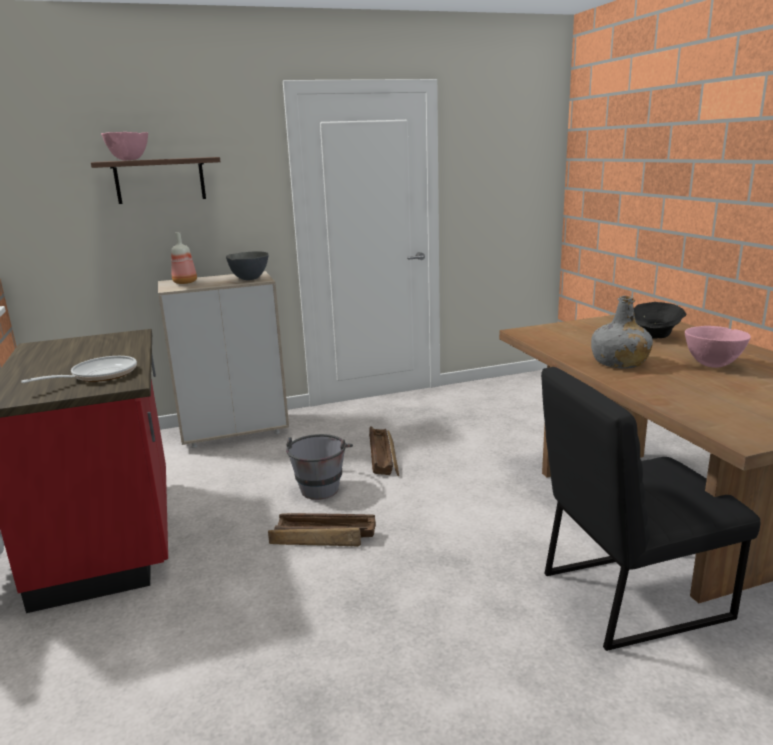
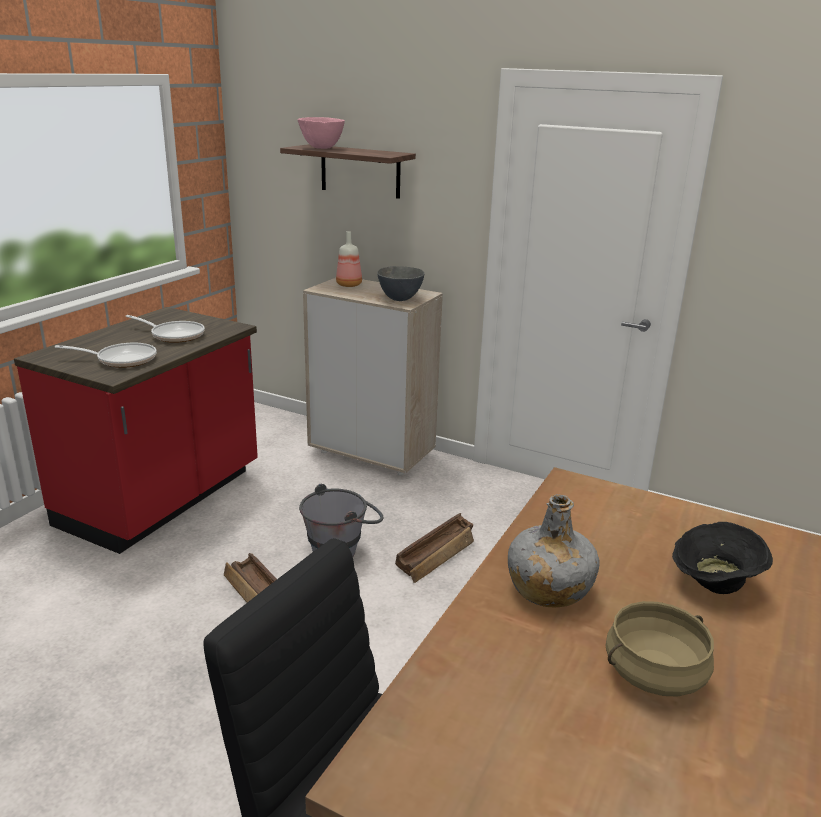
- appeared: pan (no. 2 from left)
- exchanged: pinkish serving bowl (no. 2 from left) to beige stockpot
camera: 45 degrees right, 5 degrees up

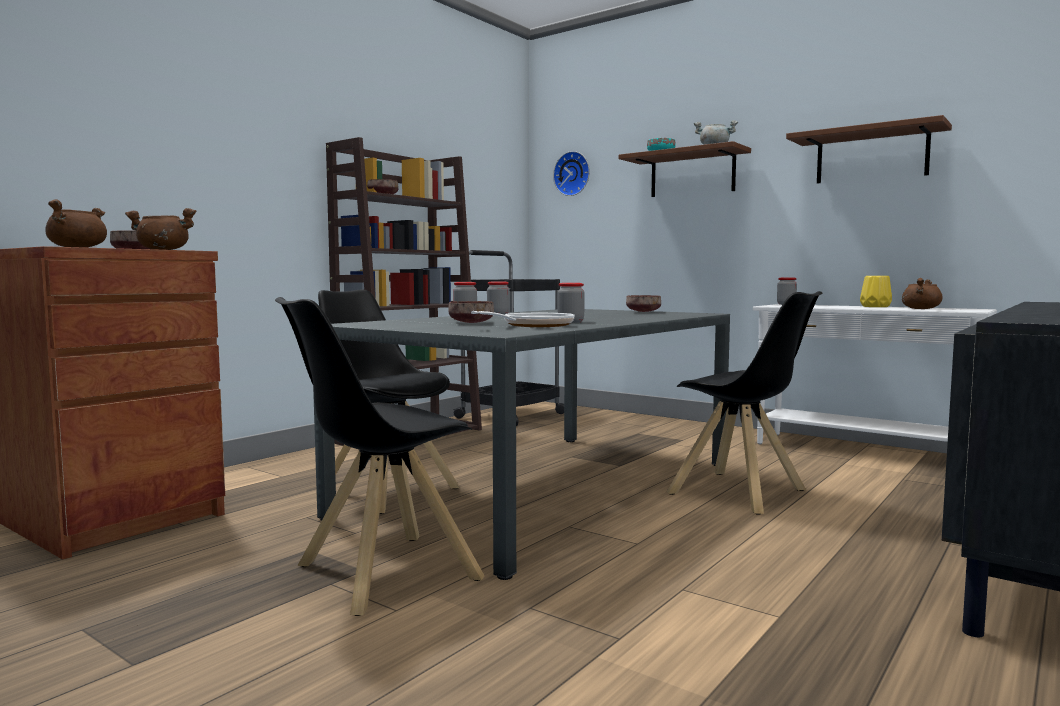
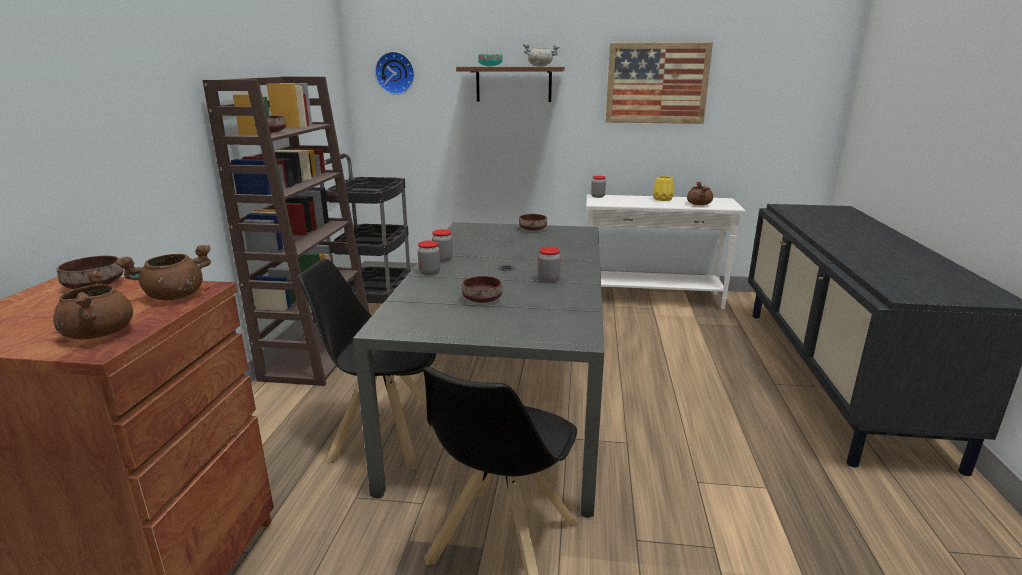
- exchanged: brown wall shelf (no. 2 from left) to picture
- missing: pan
- missing: black-coloured plain chair (no. 3 from left)
camera: 30 degrees left, 15 degrees up

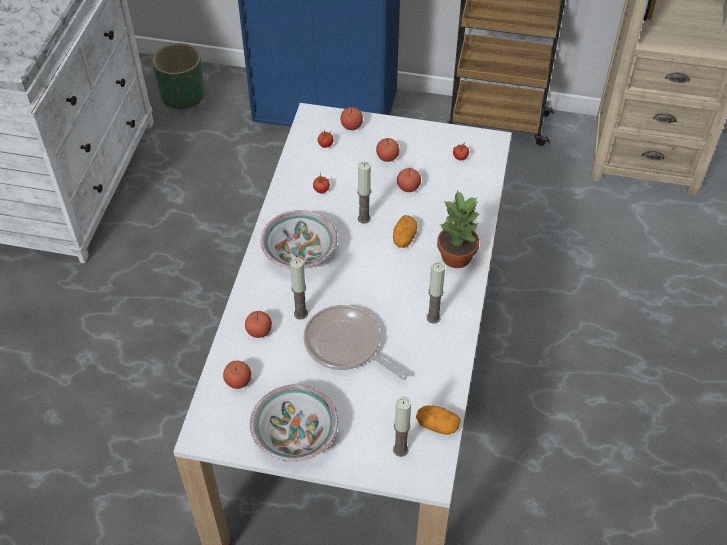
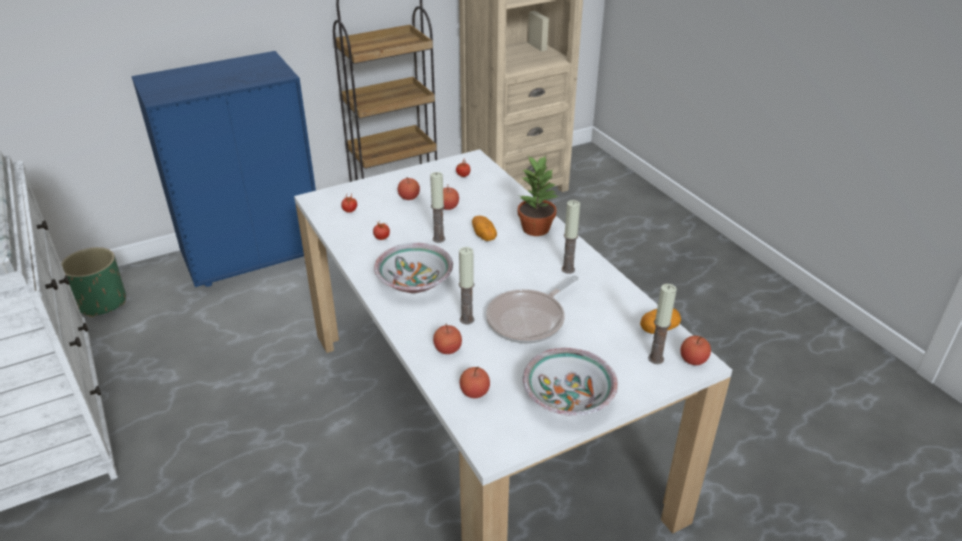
- spun: pan 45 degrees counterclockwise
- relocated: whole apple (no. 3 from left in the first image) to whole apple (no. 5 from left)
camera: 40 degrees left, 15 degrees down

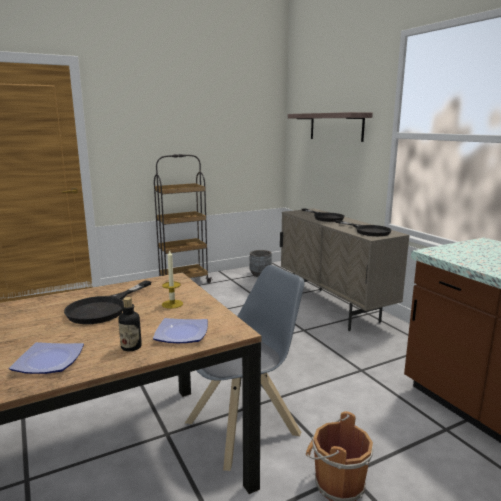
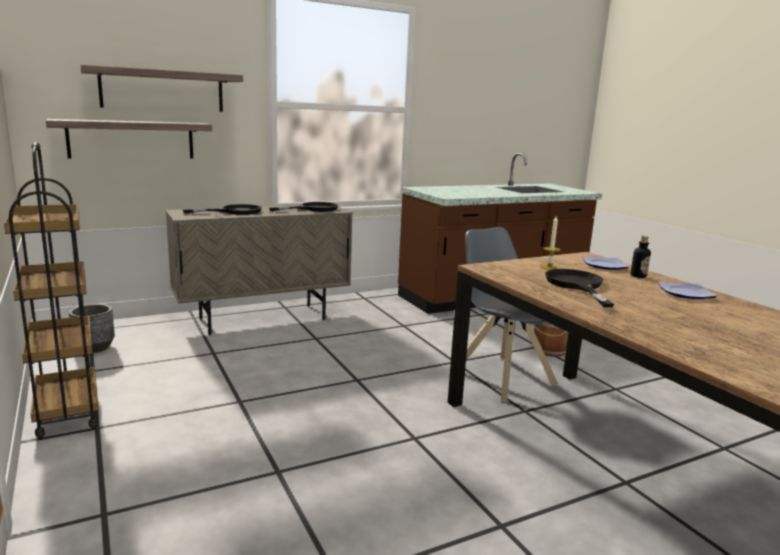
- appeared: wall shelf (no. 1 from left)
- spun: black-coloured pan (no. 1 from left in the first image) 120 degrees counterclockwise
camera: 90 degrees left, 0 degrees up

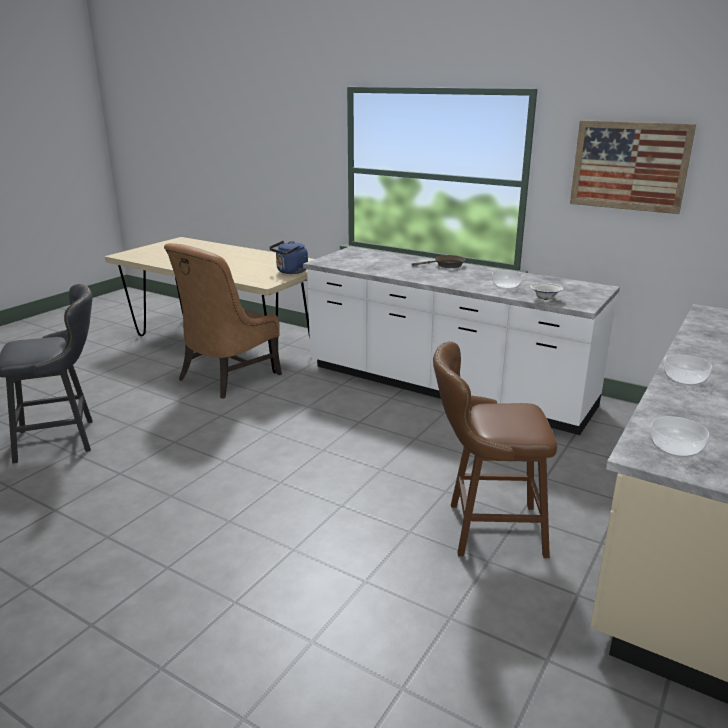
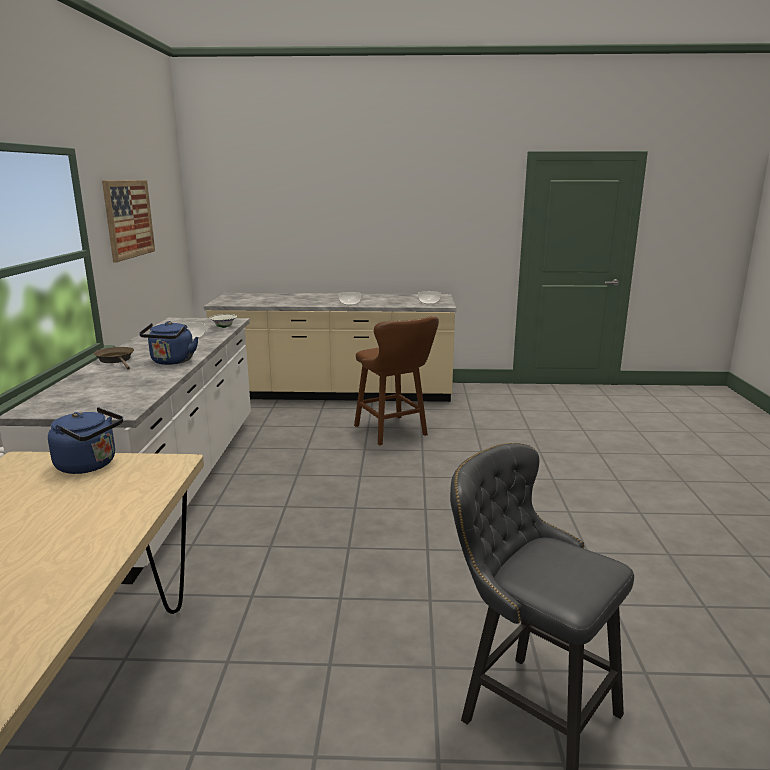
- appeared: blue water kettle (no. 2 from left)
- missing: brown plain chair
camera: 120 degrees left, 5 degrees down

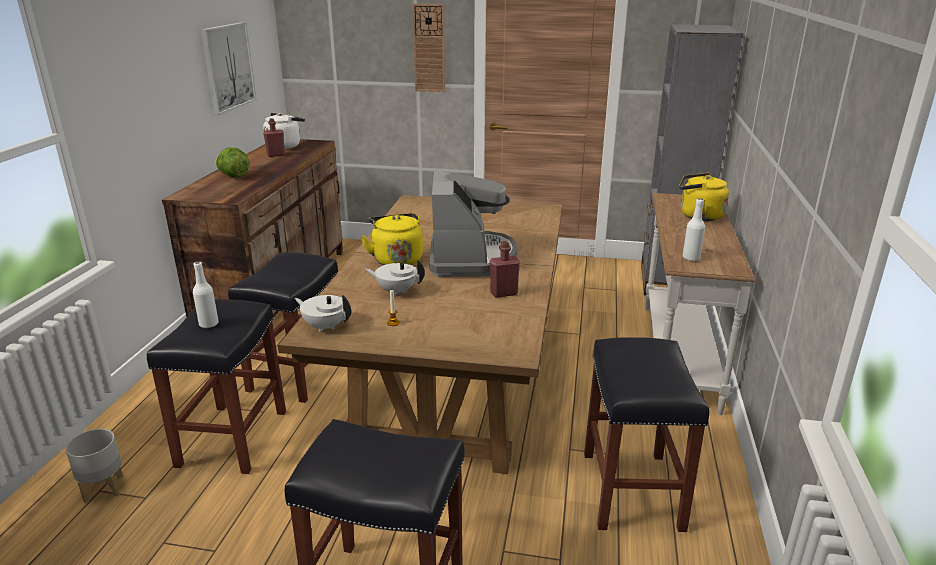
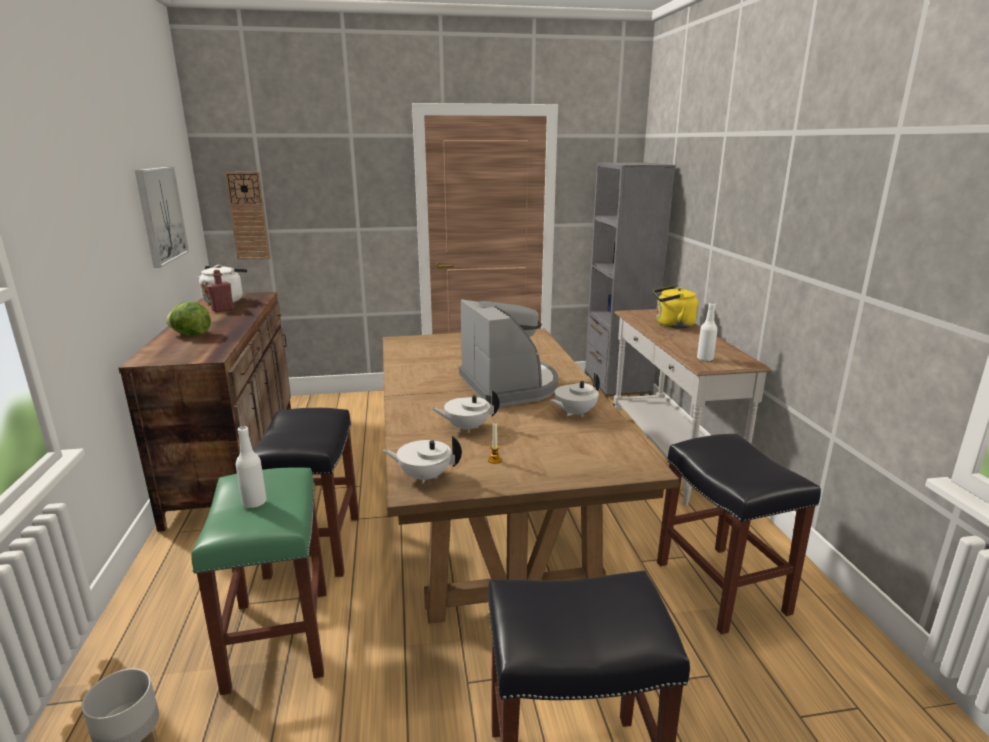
- colour: black-coloured stool (no. 1 from left) to green stool
- relocated: hanging clock
- exchanged: reddish drink bottle (no. 2 from left) to white-coloured teapot (no. 3 from left)
- missing: yellowish water kettle (no. 1 from left)
camera: 20 degrees left, 5 degrees down

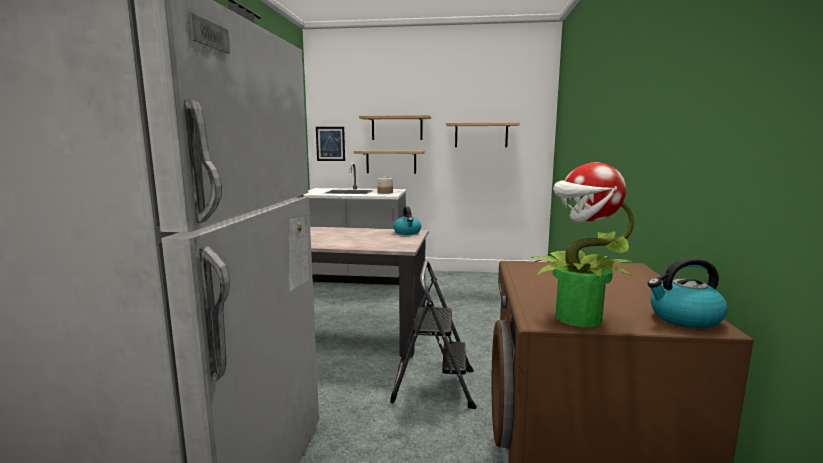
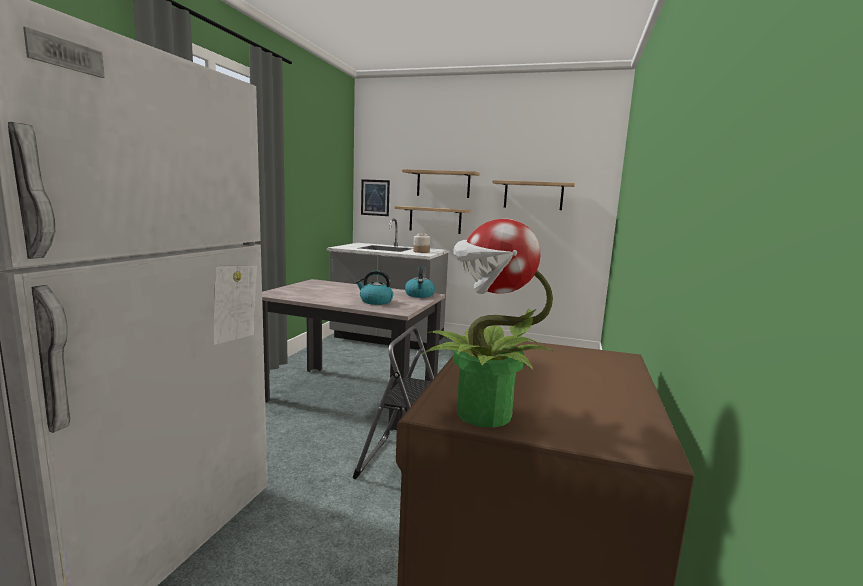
- relocated: water kettle (no. 2 from left in the first image) to water kettle (no. 1 from left)
camera: 10 degrees right, 0 degrees up

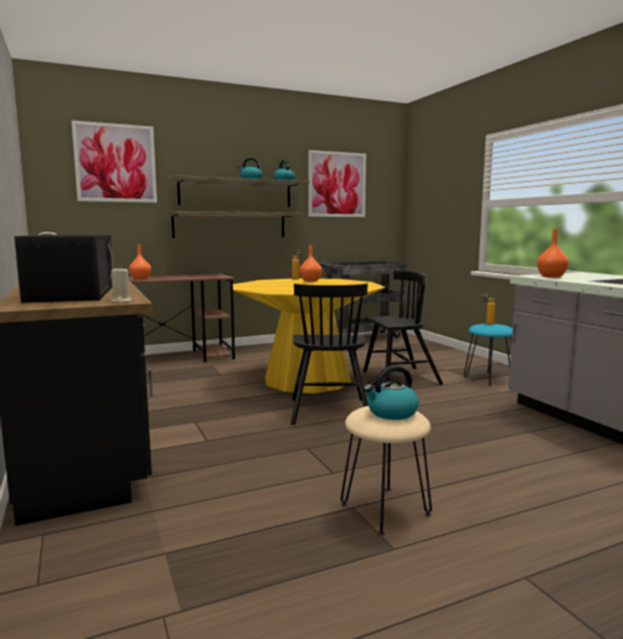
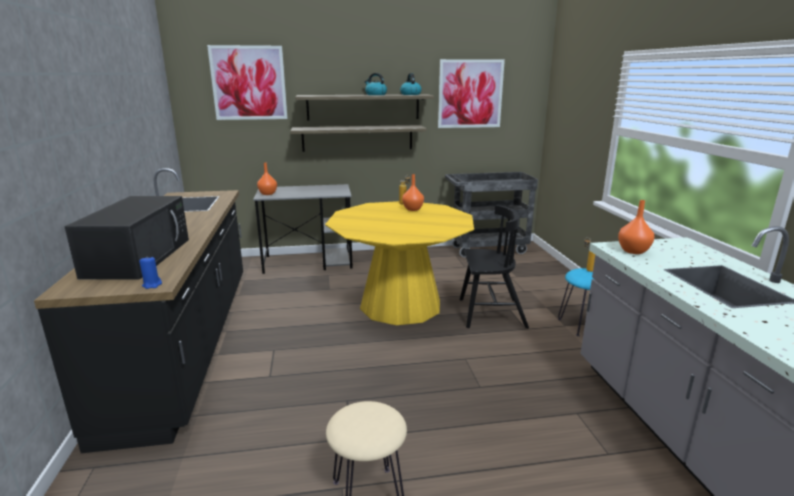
- colour: beige wax candle to blue wax candle
- colour: brown desk unit to greyish desk unit
- missing: black-coloured plain chair (no. 1 from left)
- missing: water kettle (no. 3 from left)
camera: 15 degrees right, 10 degrees up

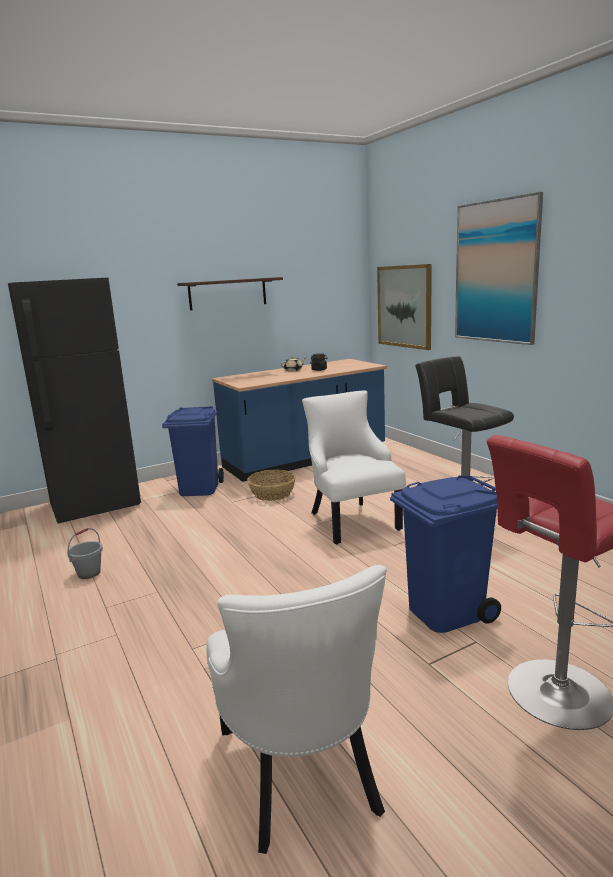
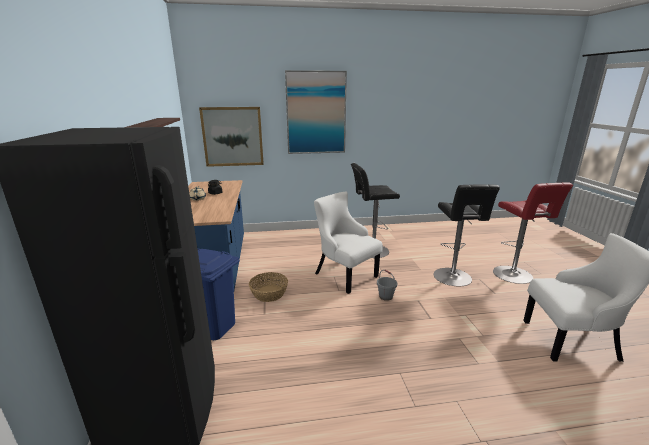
- spun: white-coloured plain chair (no. 2 from left in the first image) 45 degrees clockwise
- relocated: greyish pail
- exchanged: blue rubbish bin (no. 2 from left) to black-coloured stool (no. 2 from left)
camera: 70 degrees left, 5 degrees up

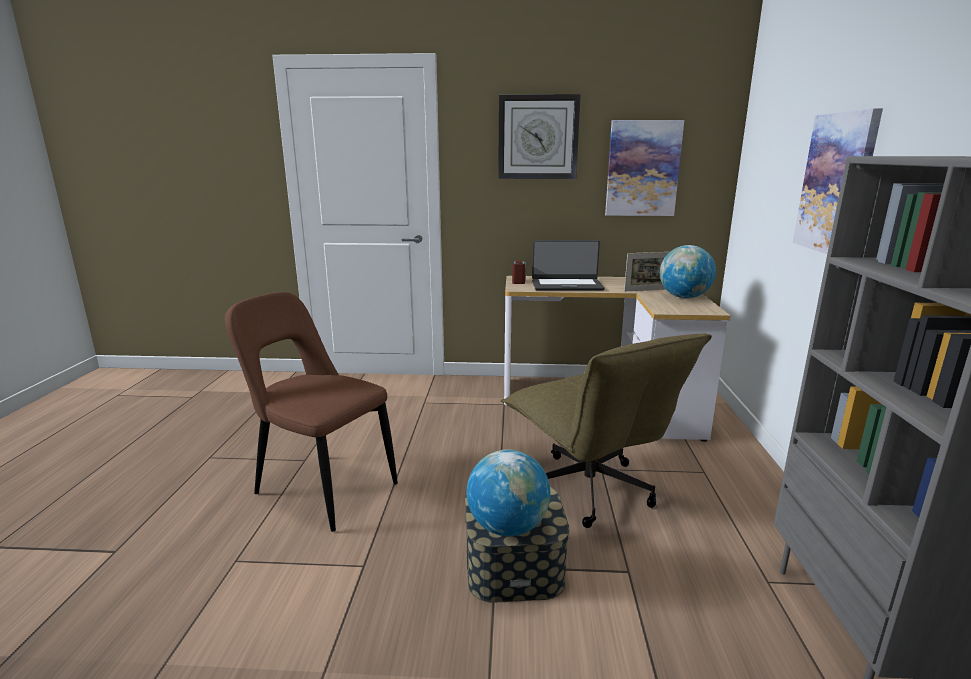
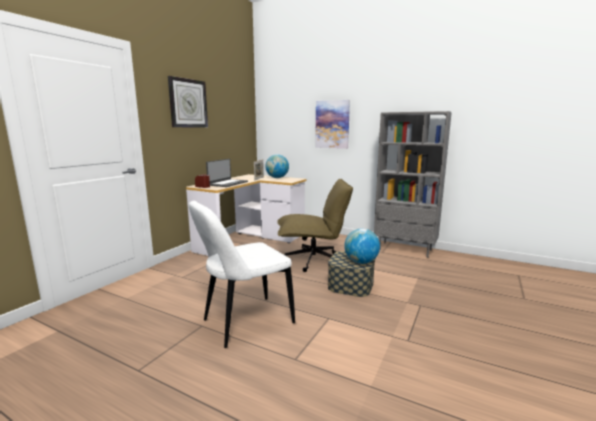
- colour: brown plain chair to white-coloured plain chair
- missing: picture (no. 1 from left)
camera: 65 degrees left, 5 degrees down

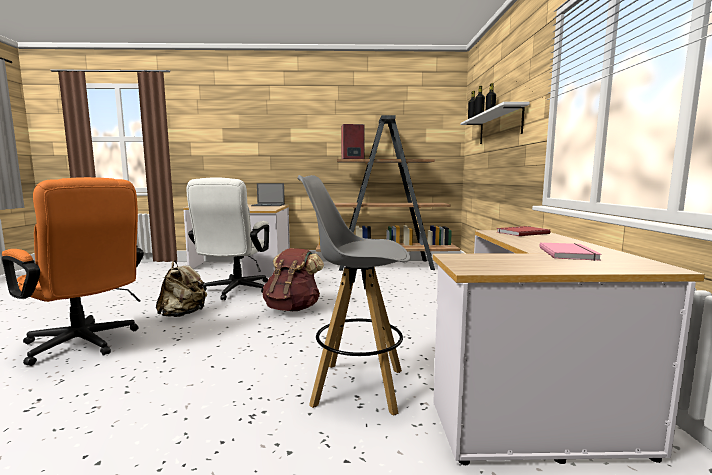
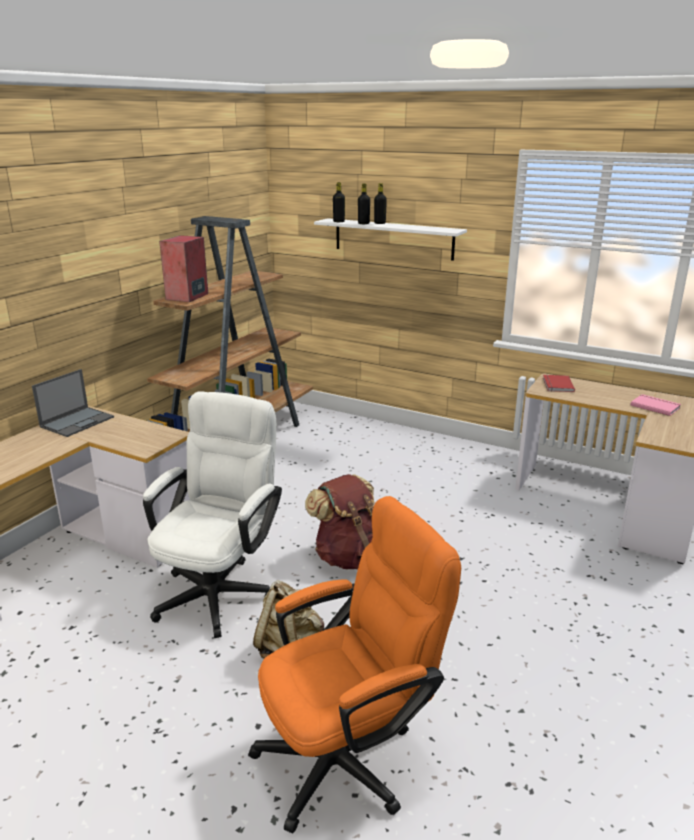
- spun: white-coloured office chair 105 degrees counterclockwise
- missing: greyish stool
camera: 60 degrees left, 15 degrees up

